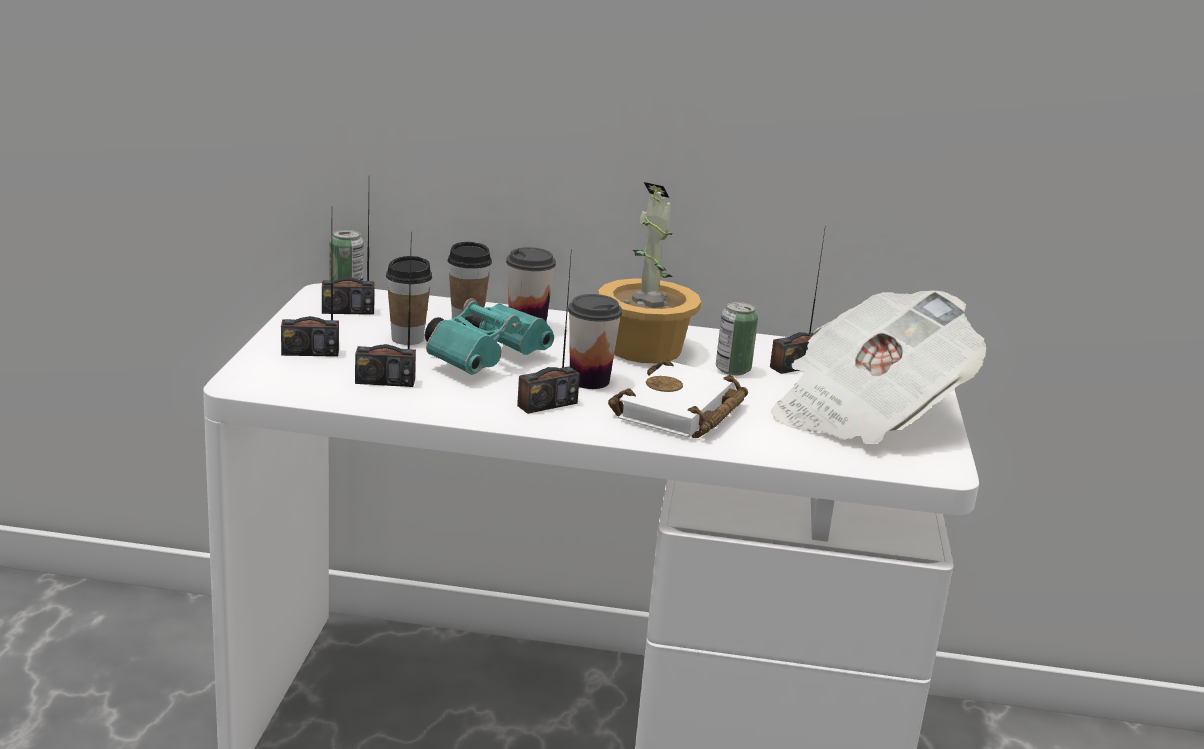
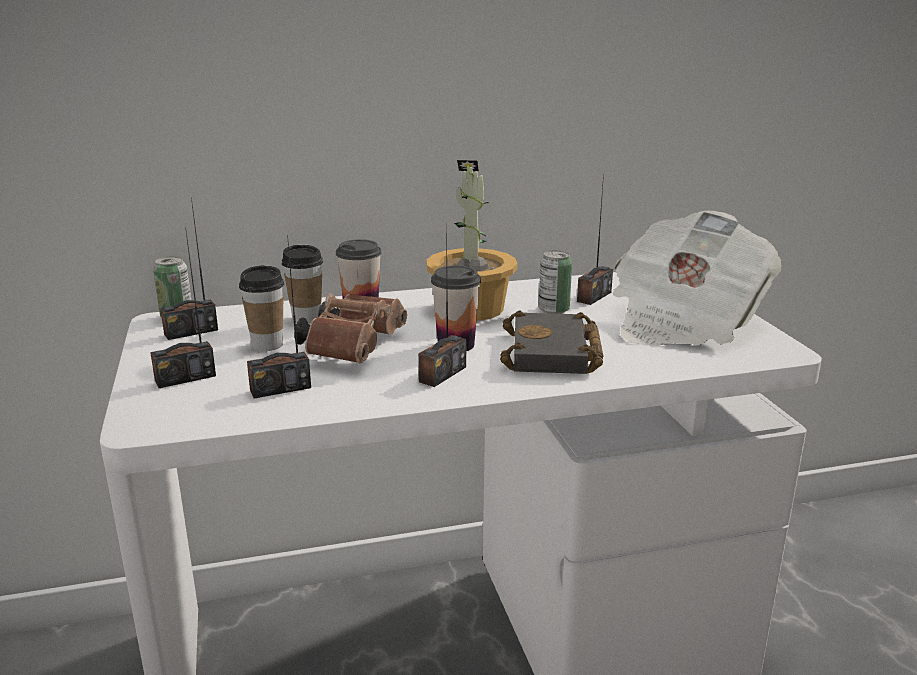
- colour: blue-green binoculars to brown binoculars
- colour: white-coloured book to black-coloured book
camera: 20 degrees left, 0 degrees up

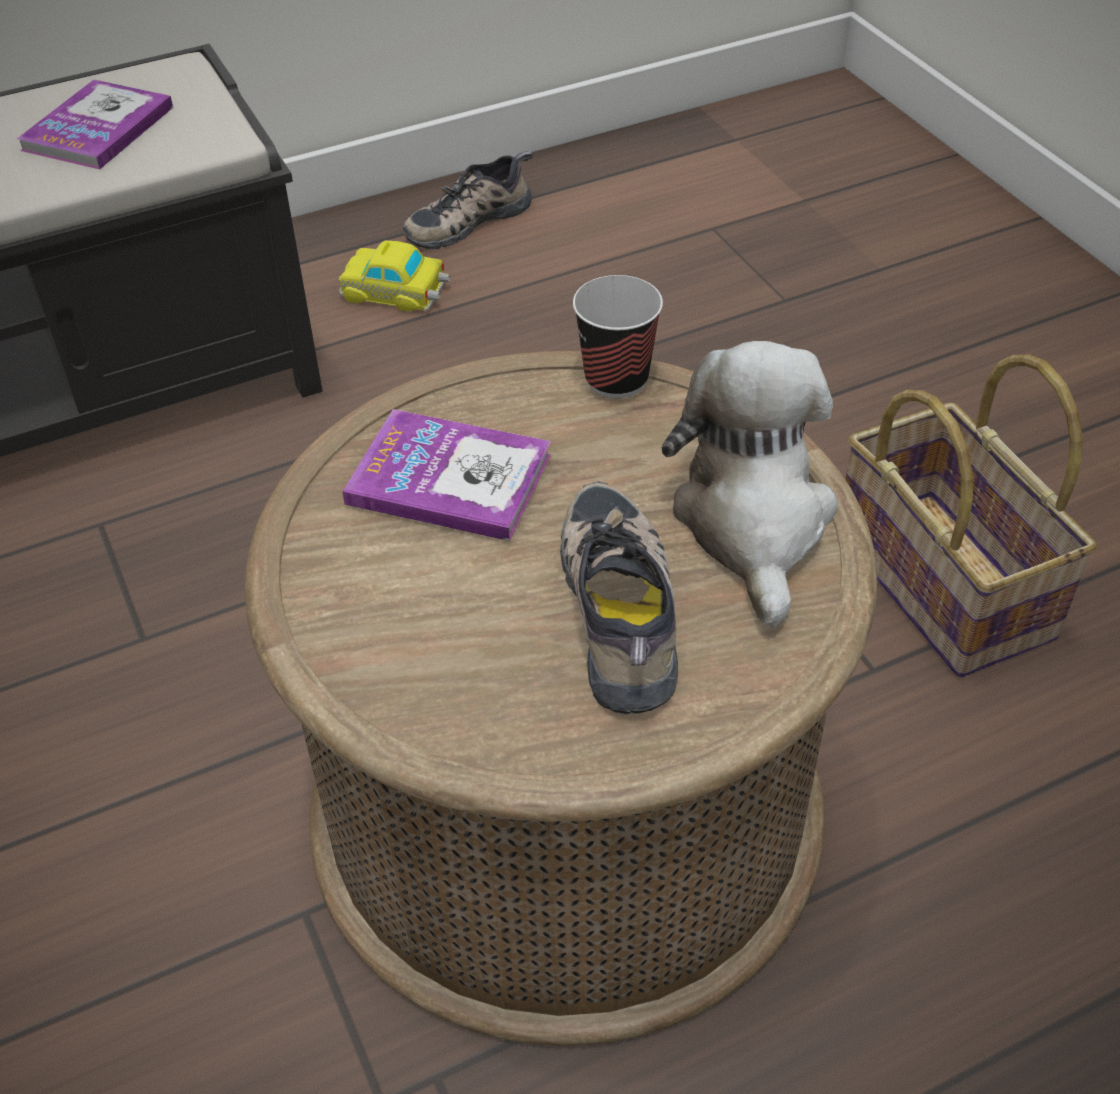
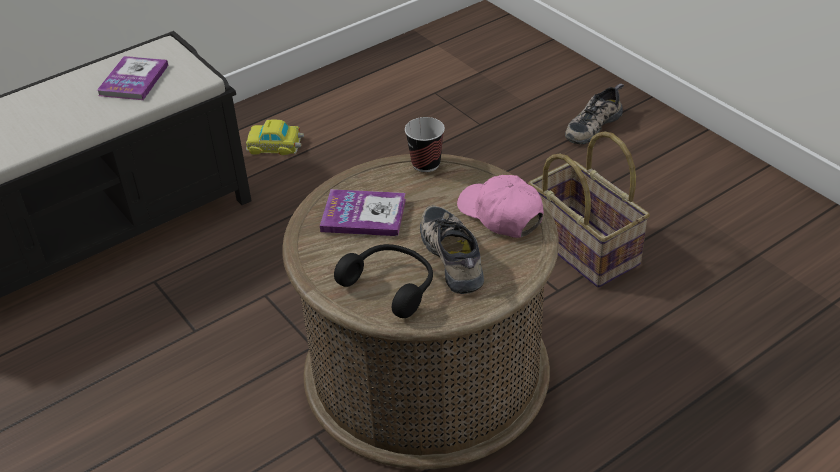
- appeared: black-coloured pair of headphones
- exchanged: plush toy to pinkish peaked cap
- relocated: low shoe (no. 1 from left in the first image) to low shoe (no. 2 from left)
camera: 10 degrees left, 5 degrees down

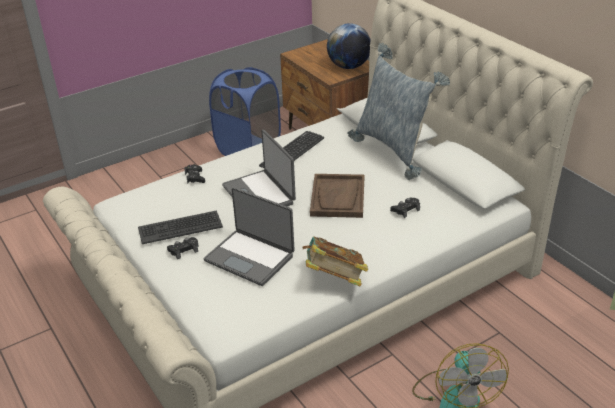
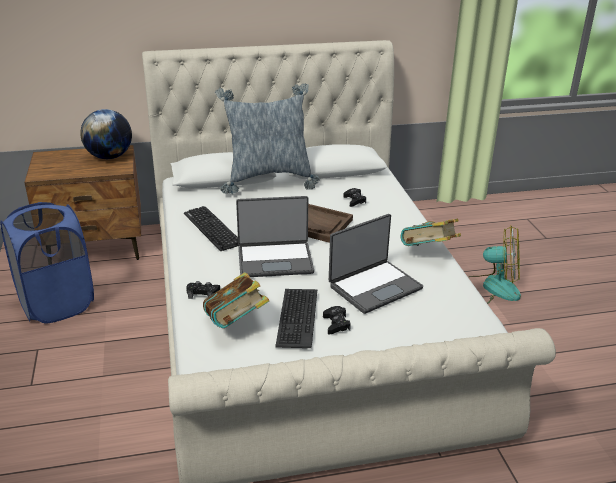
- appeared: book (no. 1 from left)
camera: 70 degrees left, 5 degrees down

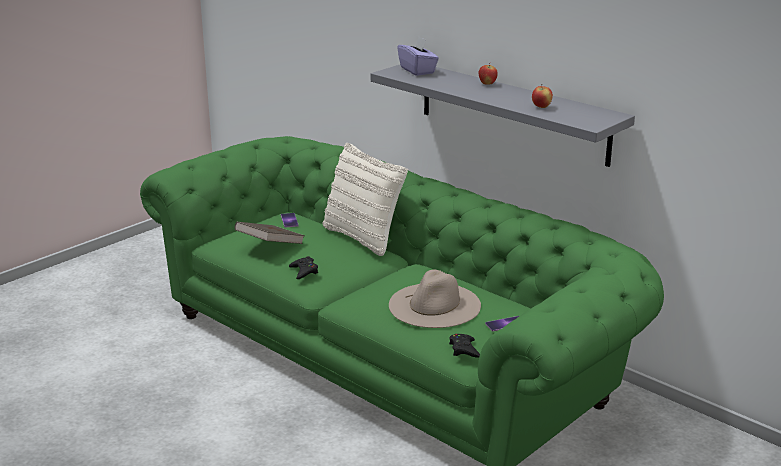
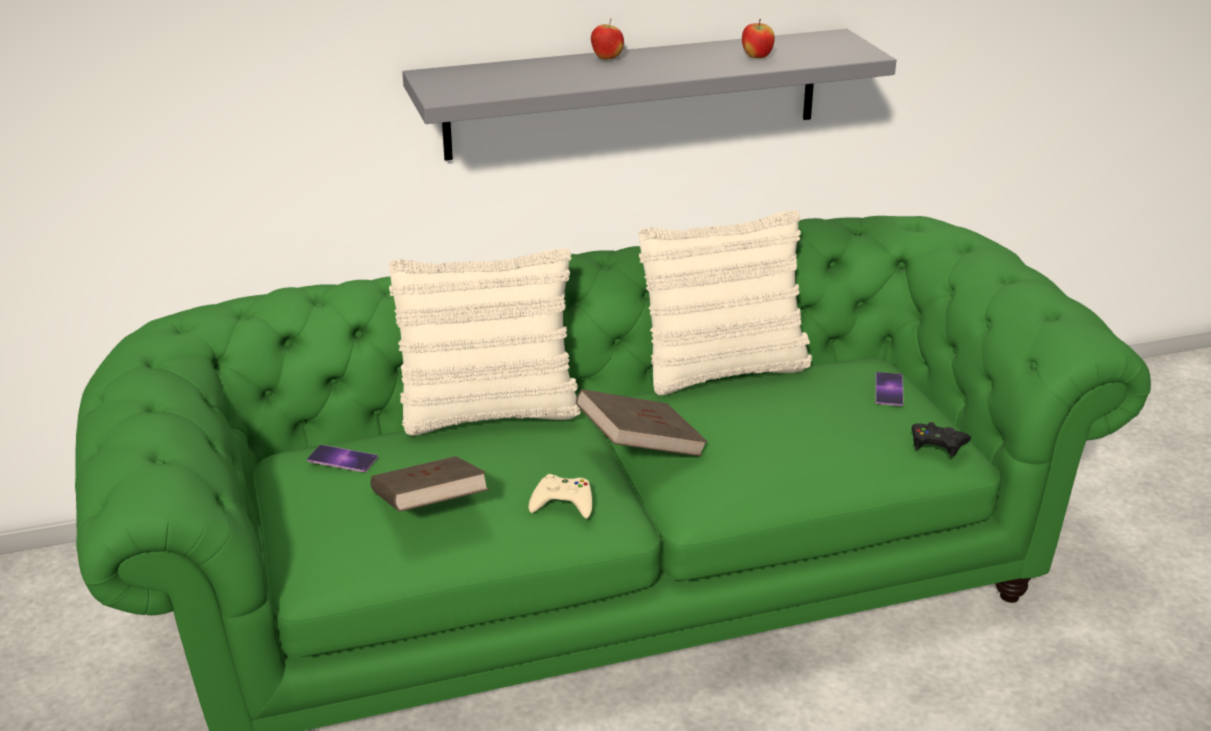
- colour: black-coloured joypad (no. 1 from left) to beige joypad
- appeared: brown book (no. 2 from left)
- appeared: beige pillow (no. 2 from left)
- missing: beige clothing hat
- missing: purple-coloured box of tissues
camera: 60 degrees left, 5 degrees up

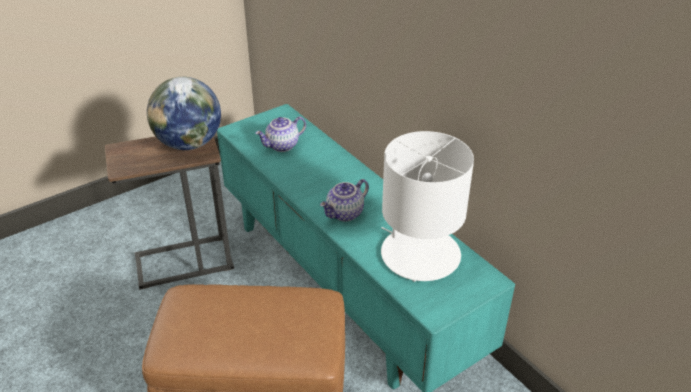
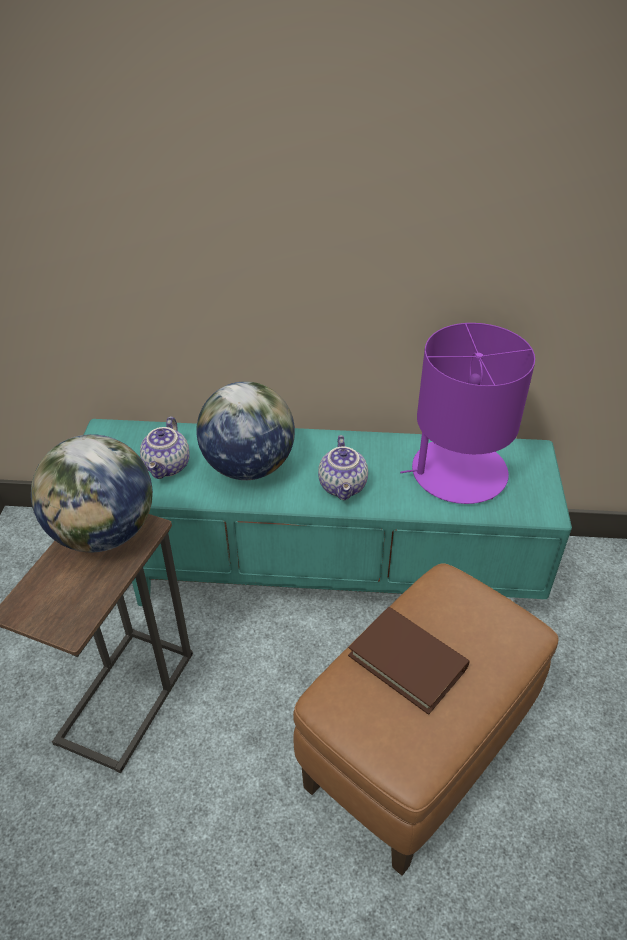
- appeared: globe (no. 2 from left)
- appeared: brown book
- colour: white-coloured lamp for a table to purple-coloured lamp for a table
camera: 50 degrees left, 5 degrees up

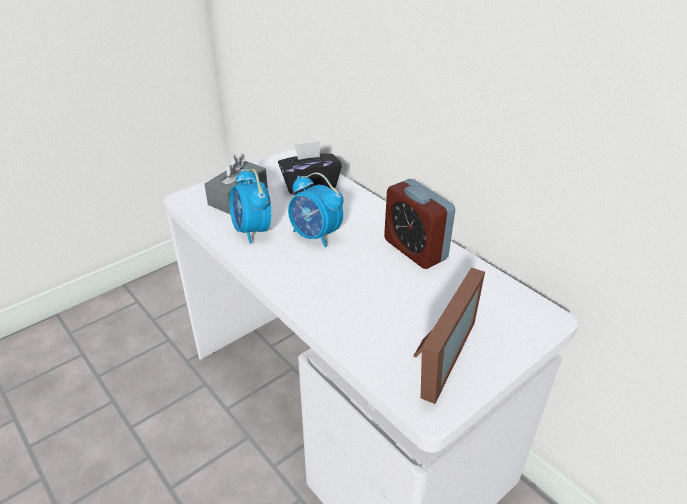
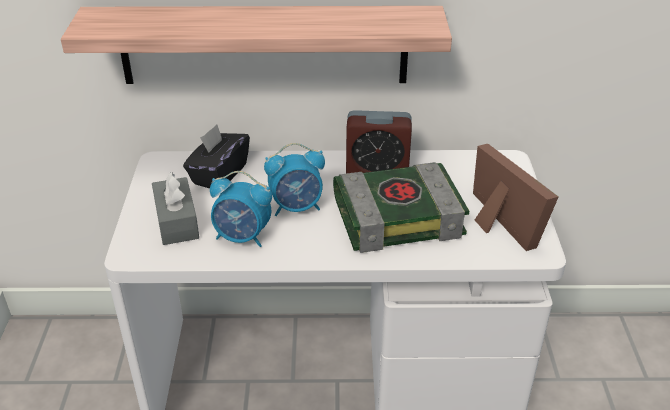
- appeared: wall shelf
- appeared: book
camera: 50 degrees left, 0 degrees up

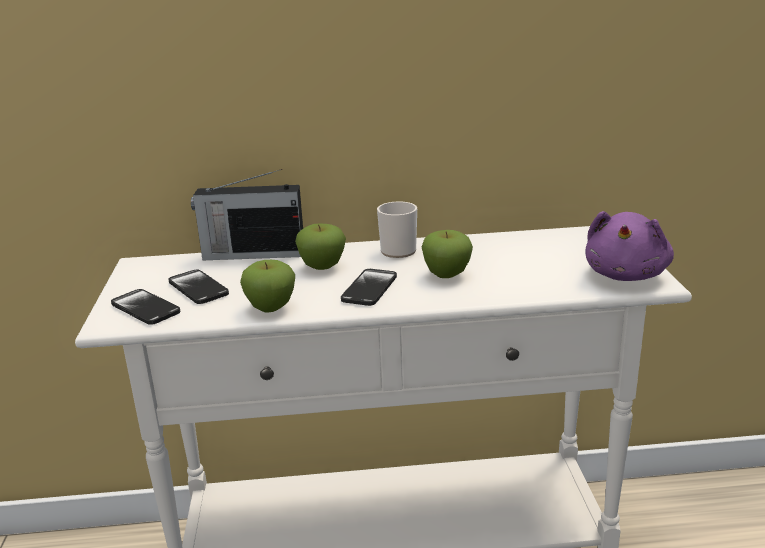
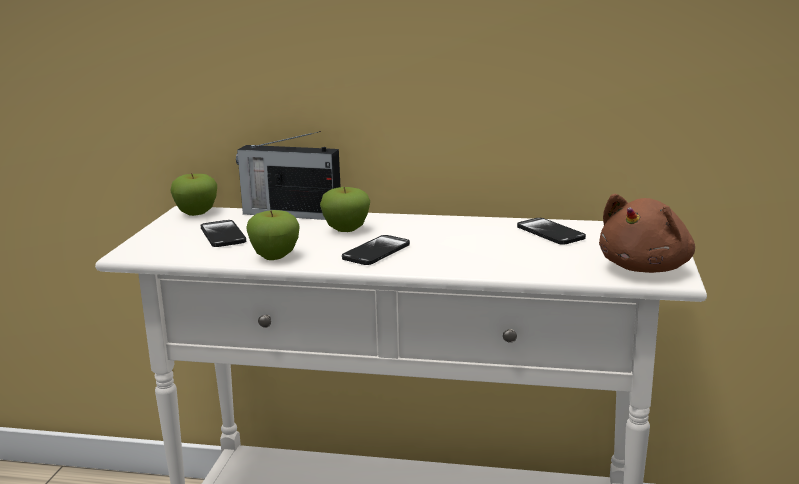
- relocated: whole apple (no. 3 from left in the first image) to whole apple (no. 1 from left)
- relocated: telephone (no. 1 from left in the first image) to telephone (no. 3 from left)
- colour: purple-coloured plush toy to brown plush toy
- missing: coffee mug
camera: 15 degrees right, 5 degrees down

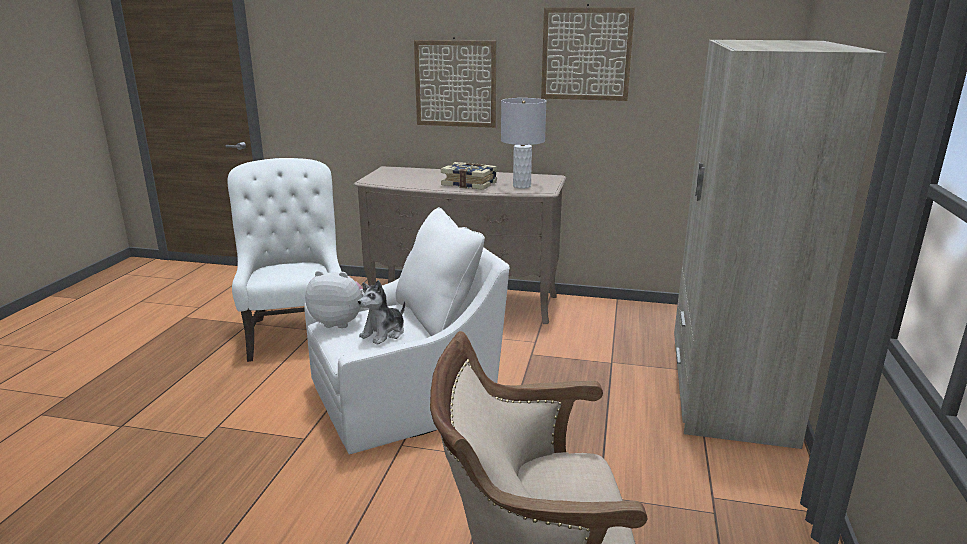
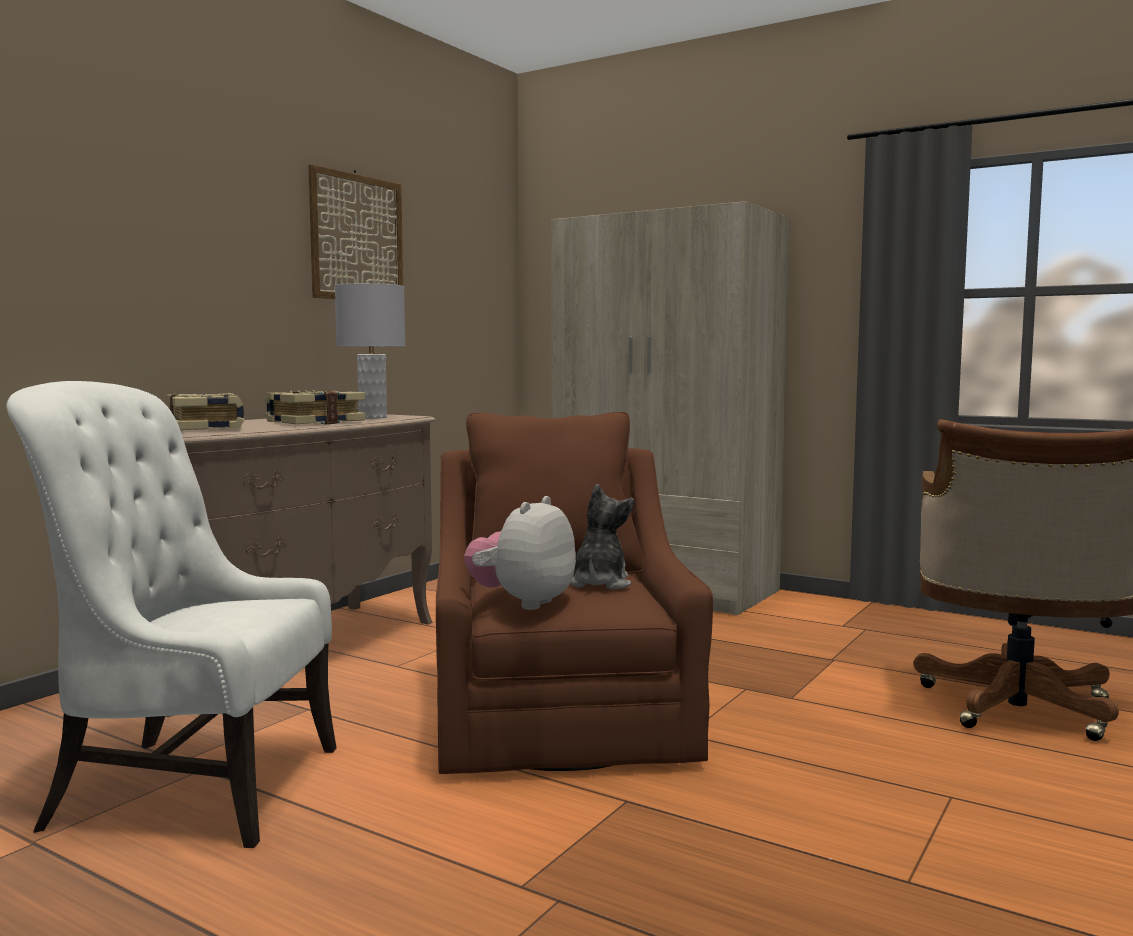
- appeared: book (no. 1 from left)
- colour: white-coloured armchair to brown armchair
- spun: plush toy (no. 2 from left) 135 degrees counterclockwise
- missing: picture (no. 1 from left)
camera: 70 degrees left, 15 degrees down

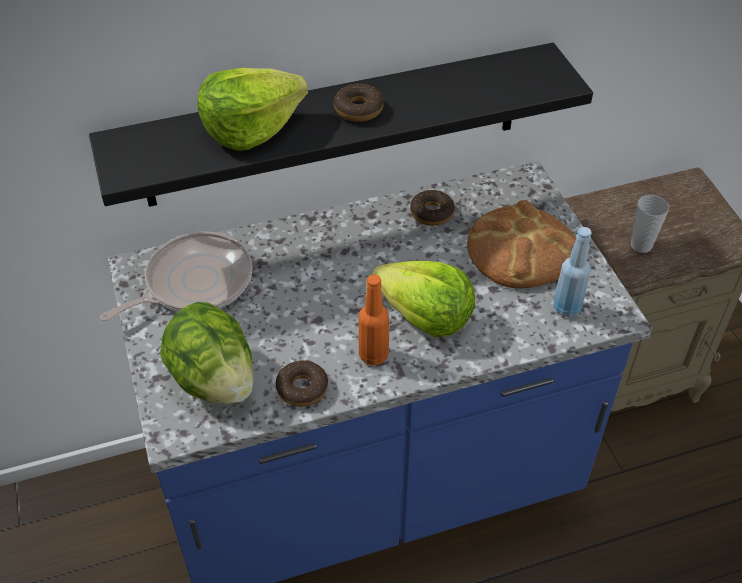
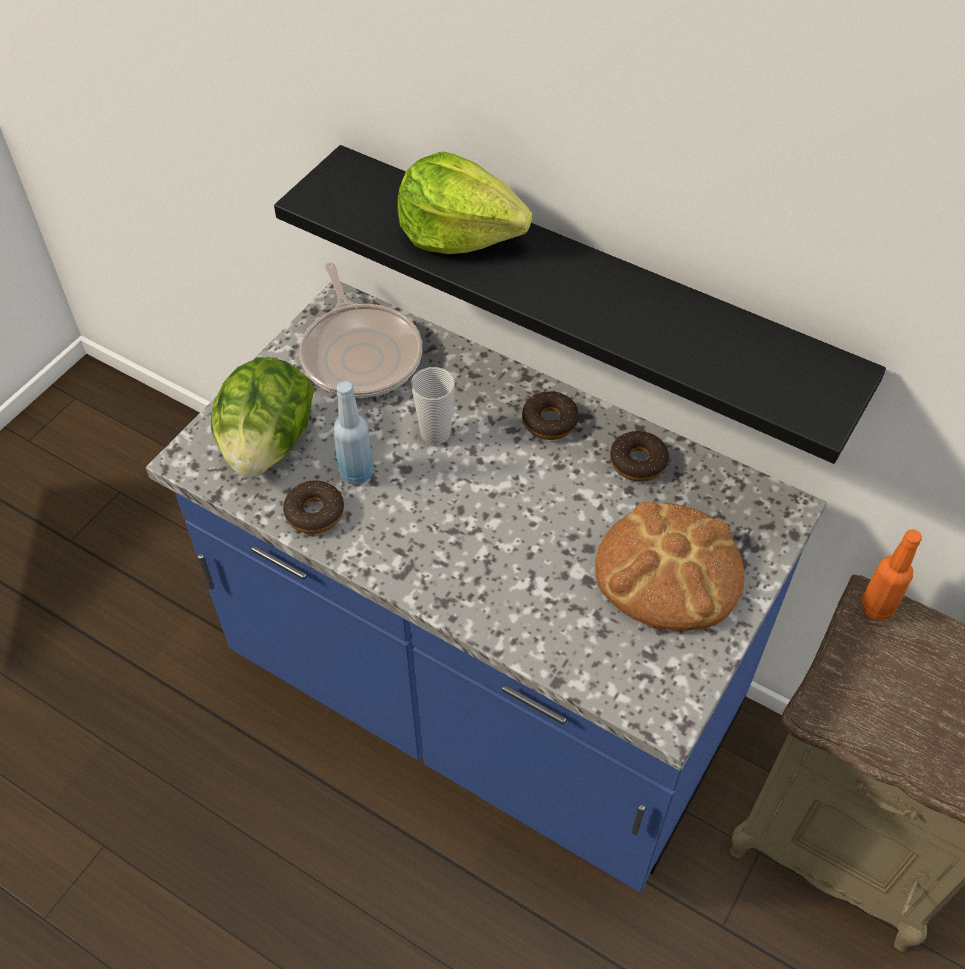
- spun: pan 60 degrees clockwise
- relocated: blue drink bottle
- relocated: cup
- relocated: ring doughnut (no. 2 from left)
- relocated: orange-coloured drink bottle
- missing: lettuce head (no. 3 from left)
camera: 50 degrees right, 5 degrees up

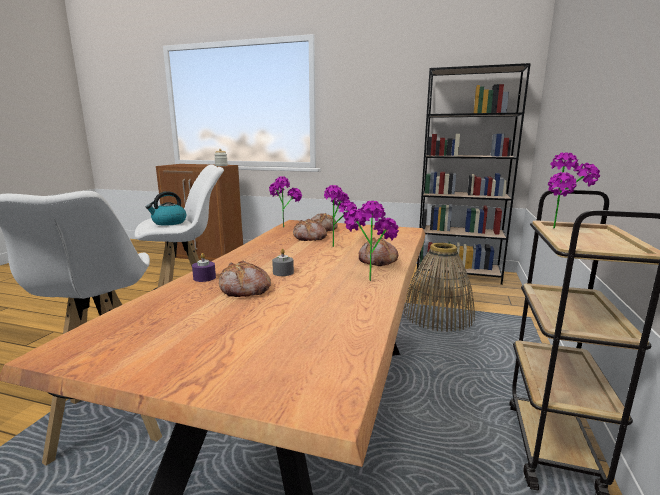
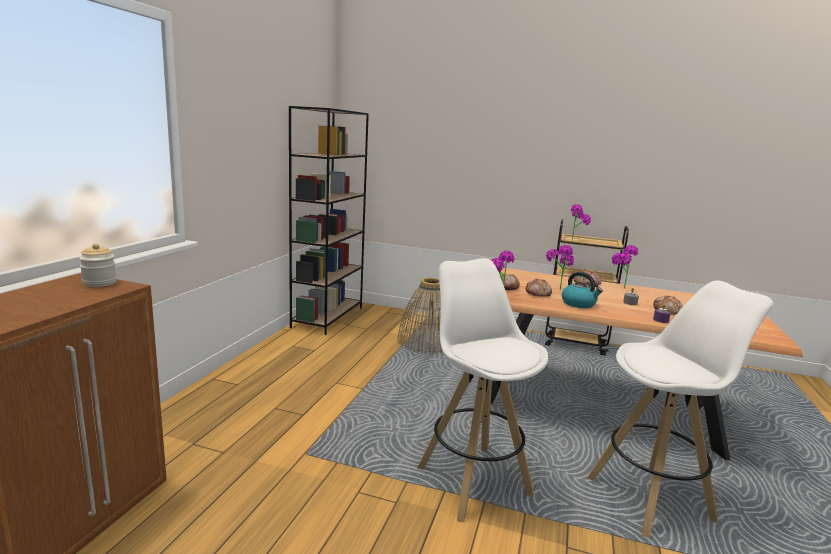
- relocated: water kettle
camera: 90 degrees left, 0 degrees up

